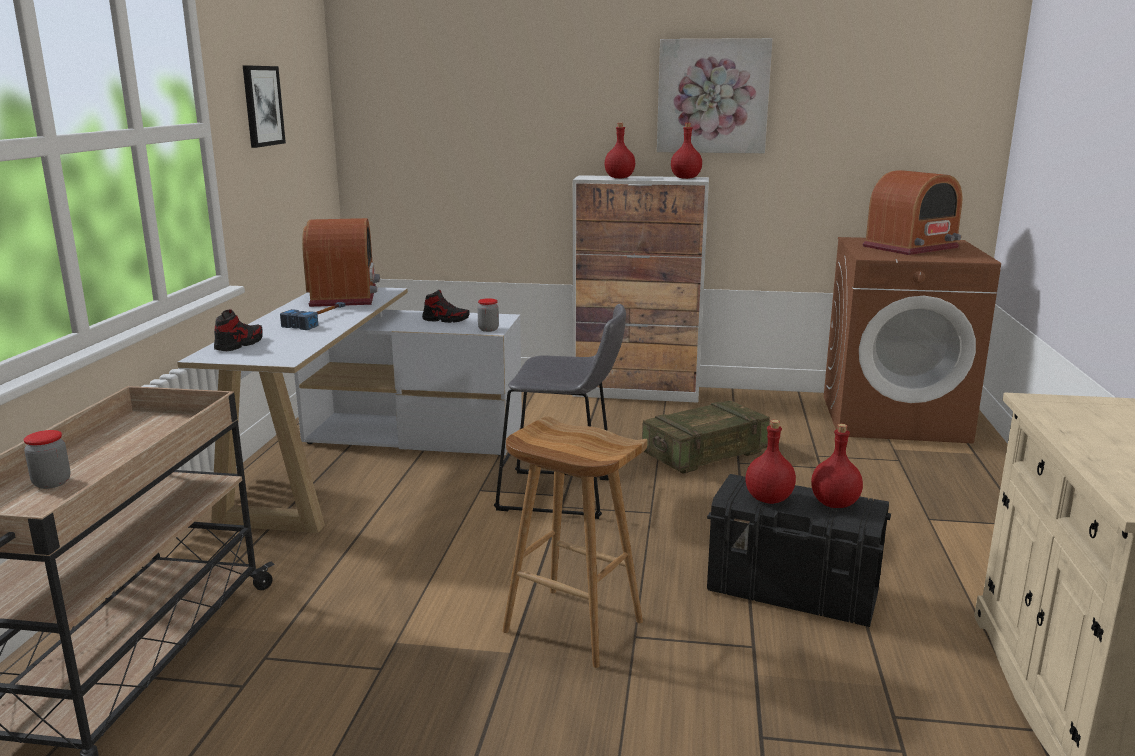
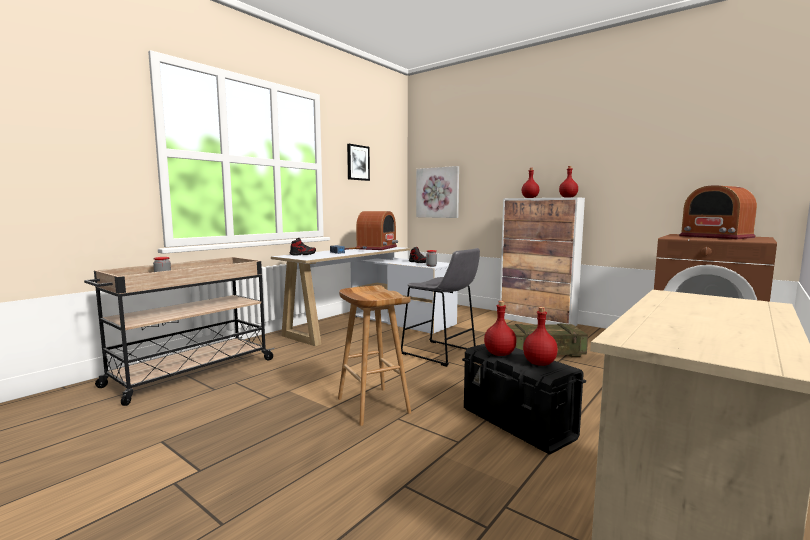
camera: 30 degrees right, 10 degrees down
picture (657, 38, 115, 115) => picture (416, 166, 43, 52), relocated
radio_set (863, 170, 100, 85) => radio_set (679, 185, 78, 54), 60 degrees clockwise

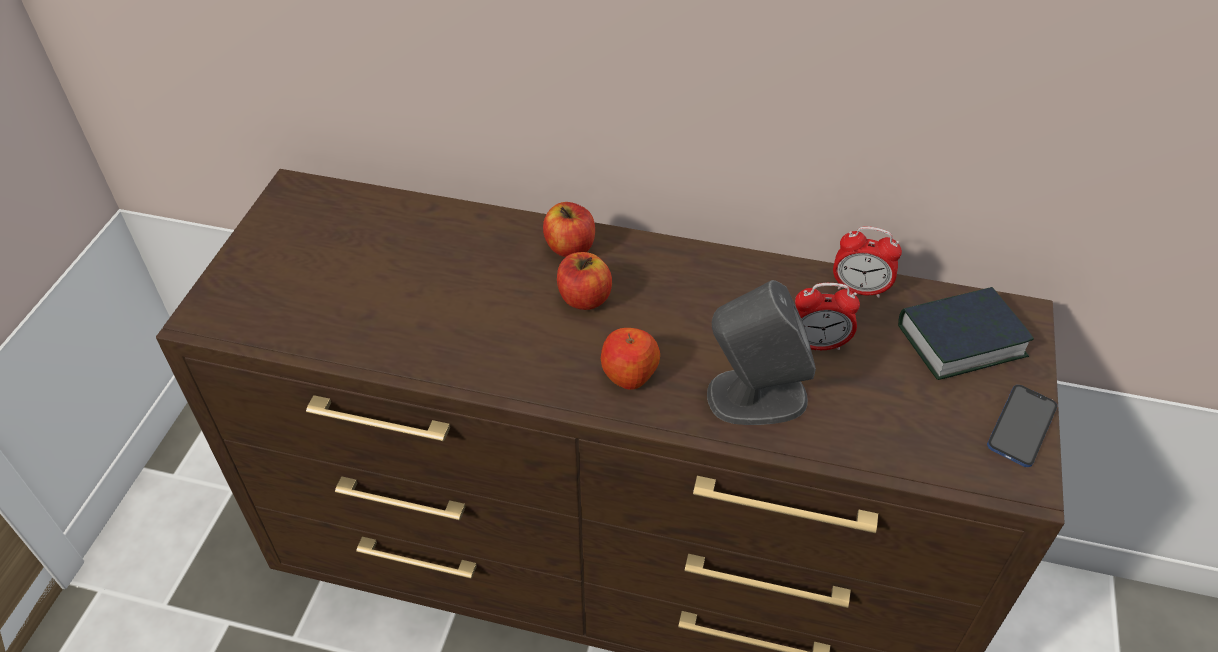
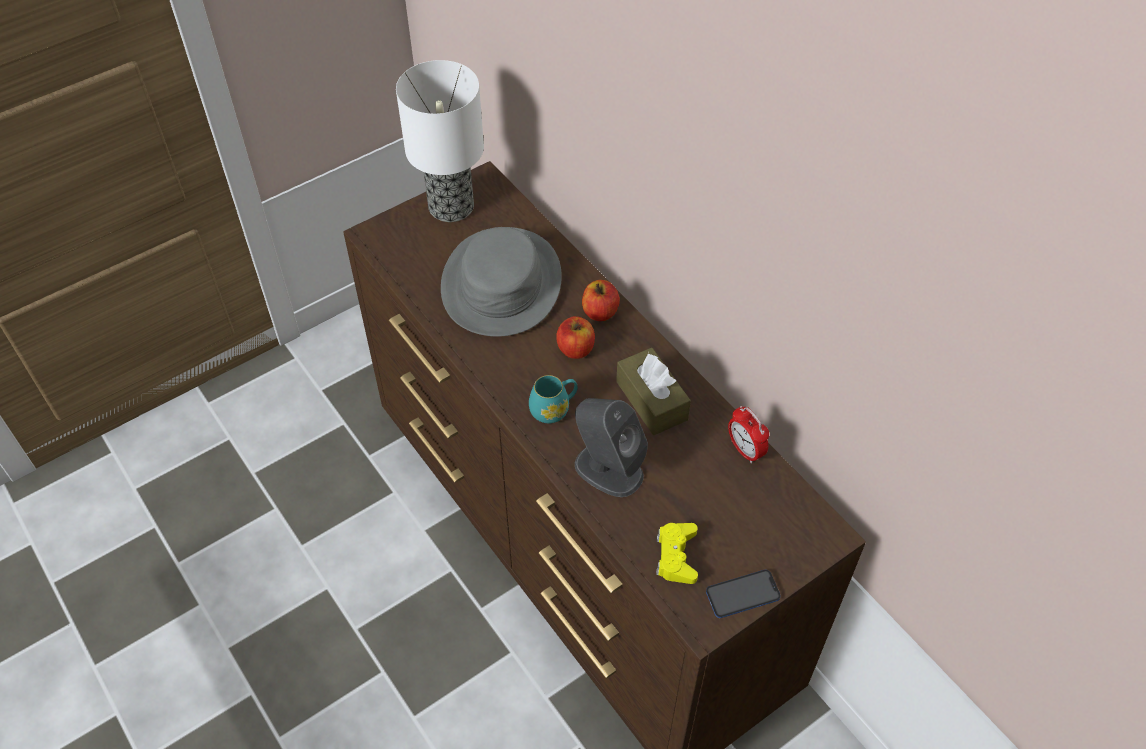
camera: 40 degrees right, 5 degrees up
whole_apple (601, 328, 59, 62) => turquoise_coffee_mug (529, 375, 48, 48)
alarm_clock (795, 283, 65, 67) => nothing
bound_book (898, 287, 136, 93) => nothing
nothing => lamp_for_a_table (396, 60, 88, 162)
nothing => greyish_clothing_hat (441, 227, 121, 110)
nothing => brown-coloured_tissue_holder (616, 348, 75, 87)
nothing => yellow-coloured_joypad (656, 523, 42, 61)

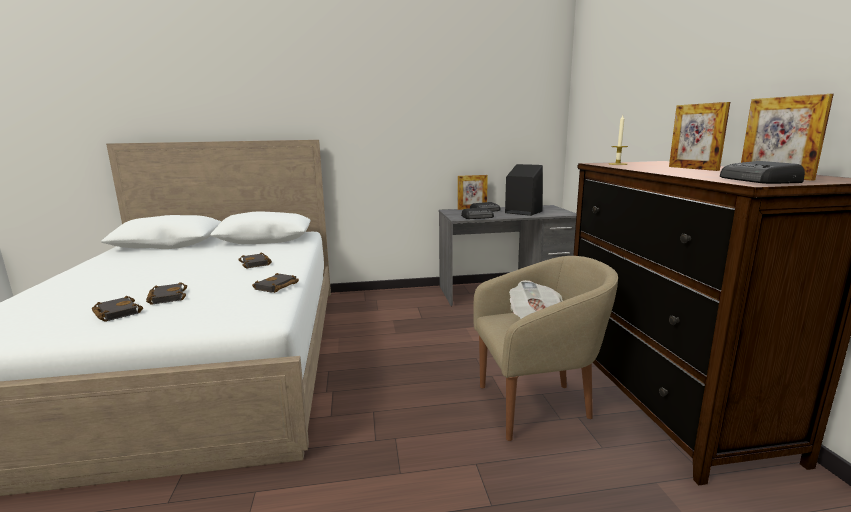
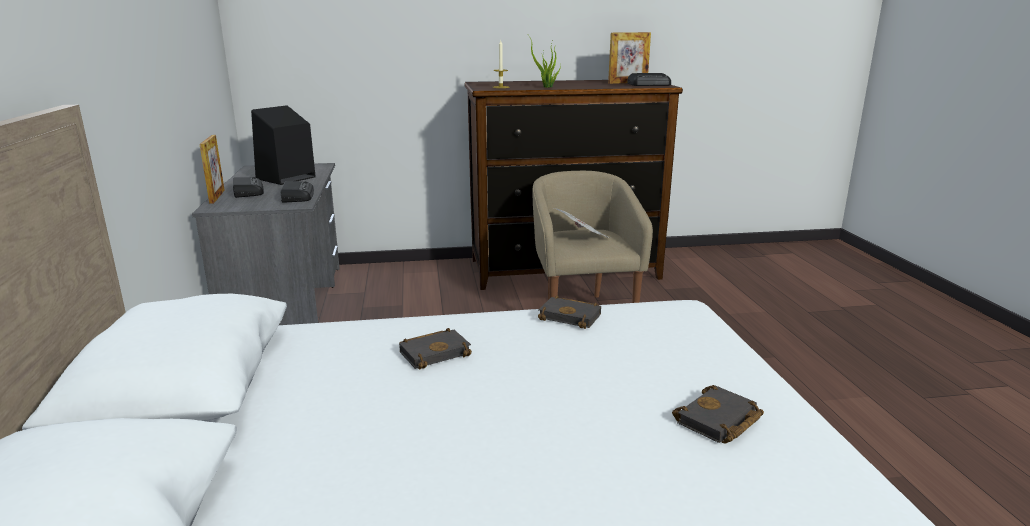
camera: 90 degrees left, 5 degrees up
black_bound_book (146, 282, 41, 23) => nothing
standing_frame (669, 102, 61, 69) => nothing
nothing => potted_plant (529, 36, 32, 52)

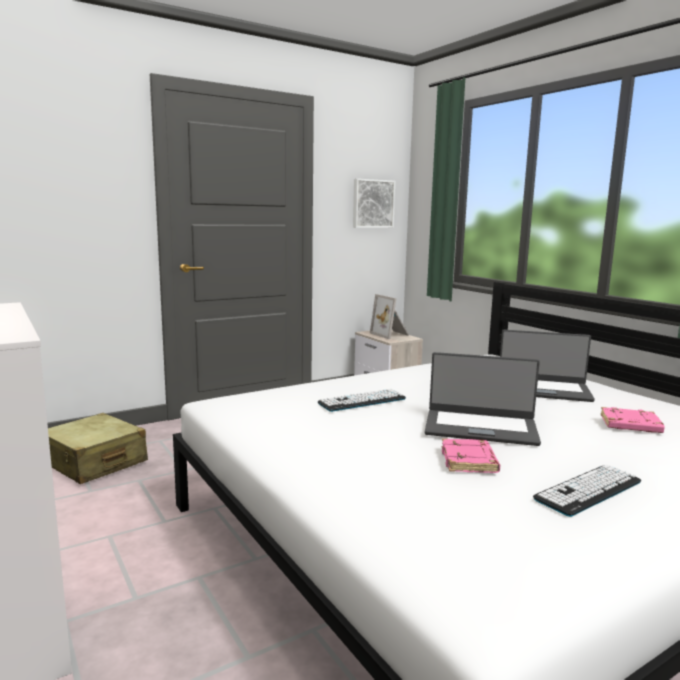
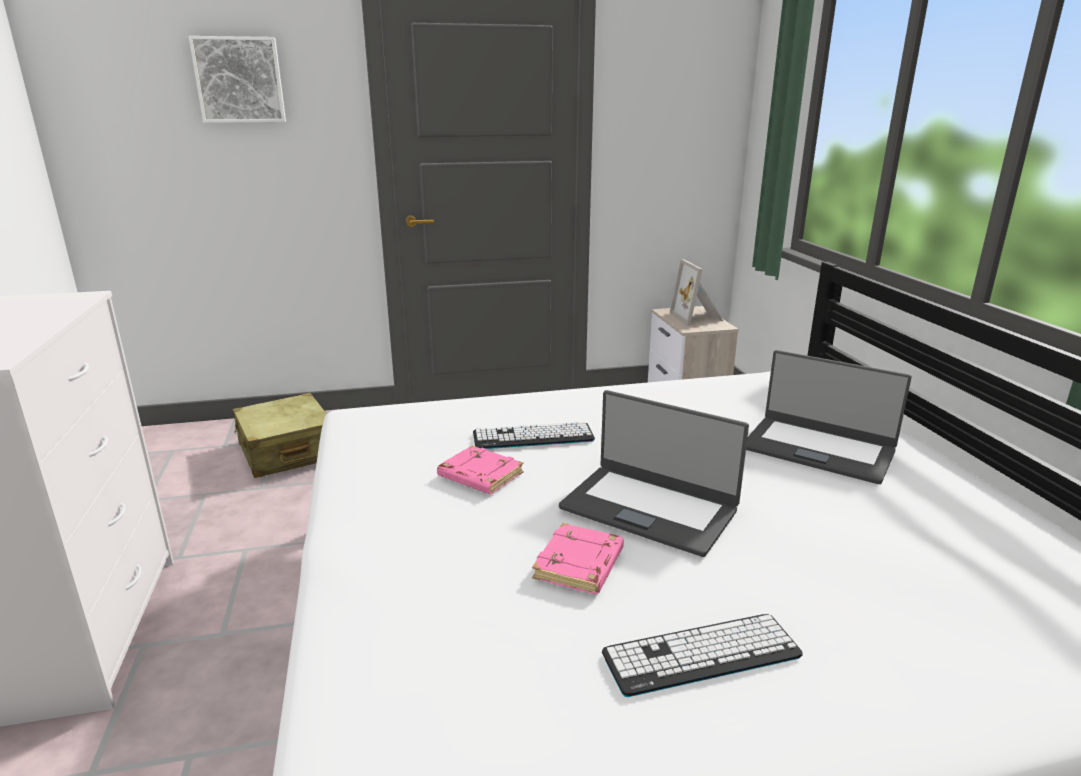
camera: 20 degrees right, 10 degrees up
picture (353, 179, 42, 49) => picture (189, 36, 97, 87), relocated
pink_bound_book (600, 407, 65, 26) => pink_bound_book (437, 446, 87, 48), relocated

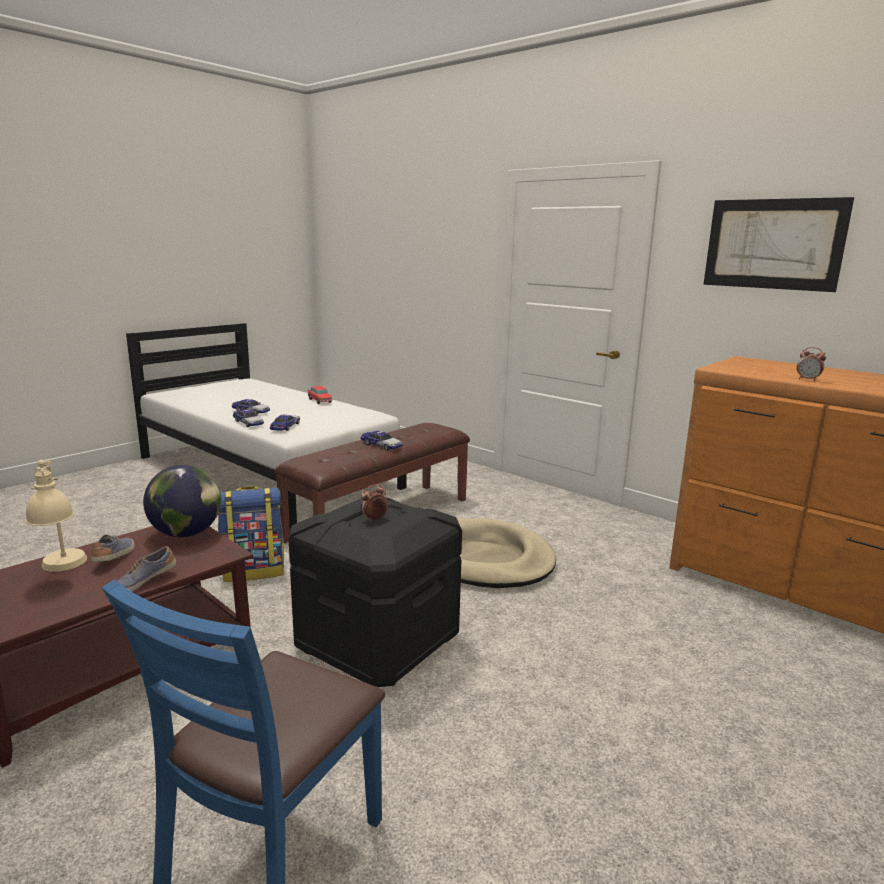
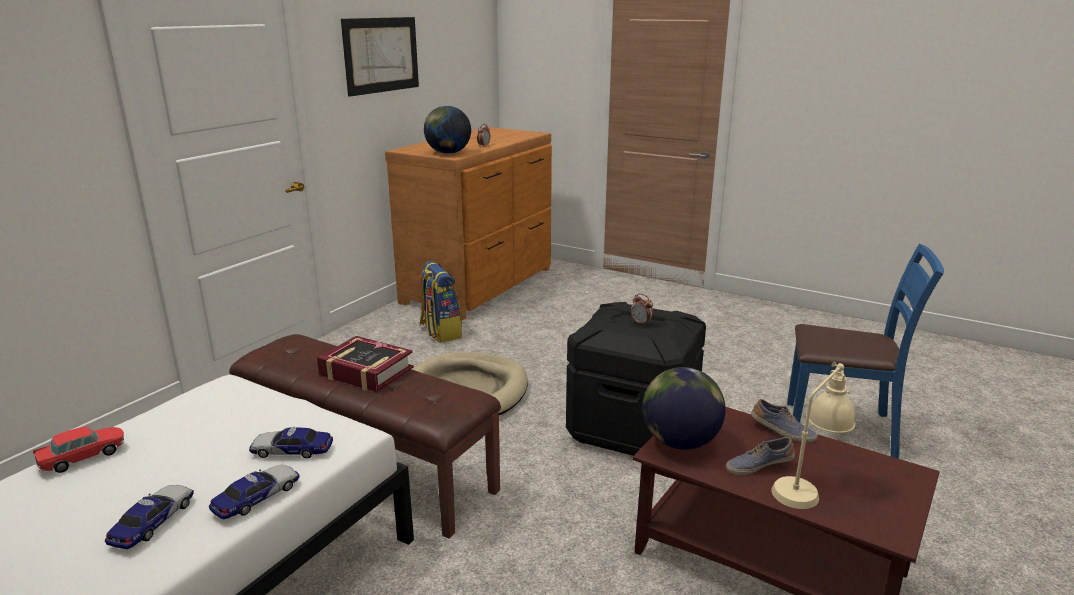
camera: 100 degrees left, 5 degrees up
backpack (218, 486, 66, 96) => backpack (419, 261, 43, 82), relocated
miniature_car (360, 431, 43, 19) => bound_book (317, 336, 97, 56)
nothing => world_globe (424, 106, 47, 48)

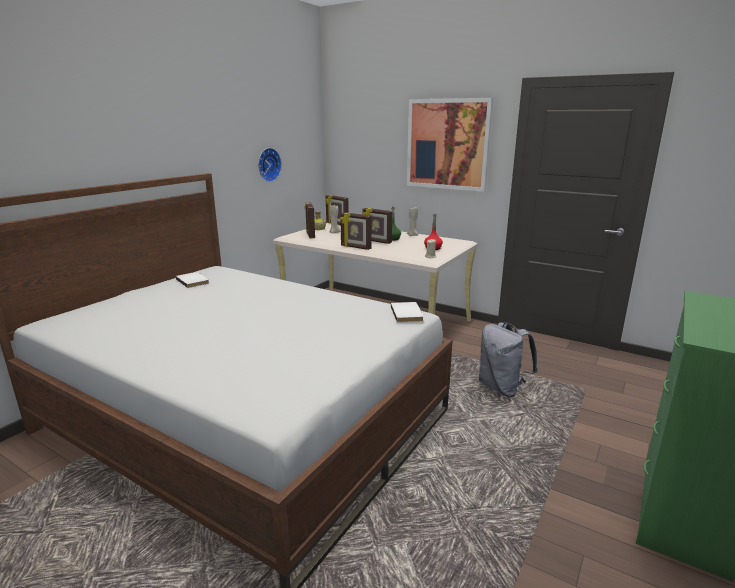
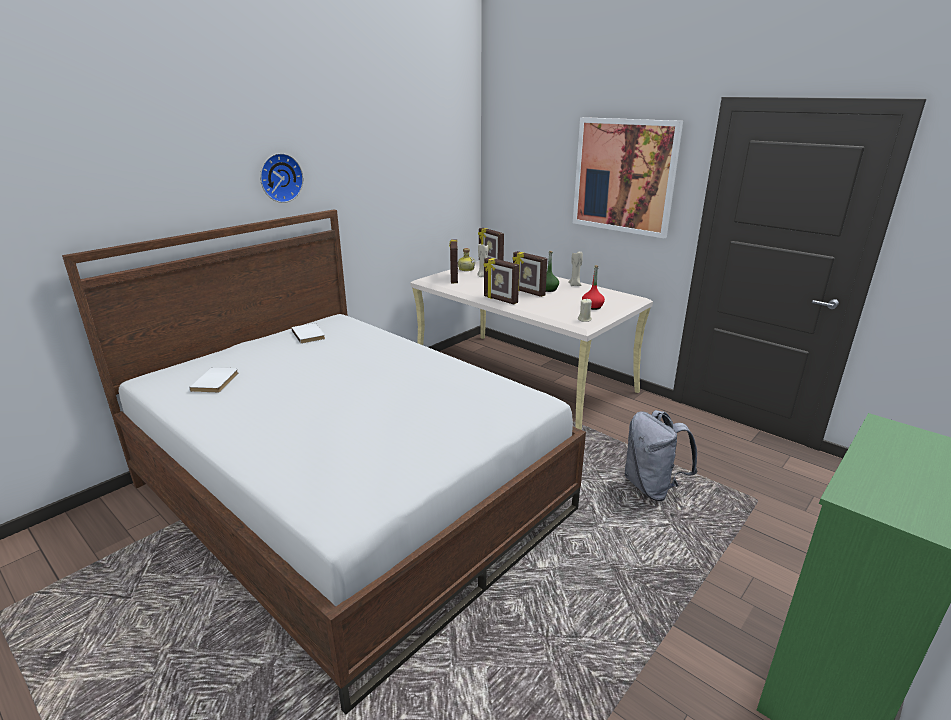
camera: 10 degrees right, 5 degrees up
hanging_clock (258, 148, 24, 34) => hanging_clock (260, 153, 43, 50), relocated
white_bound_book (391, 302, 33, 20) => white_bound_book (189, 367, 50, 26), relocated

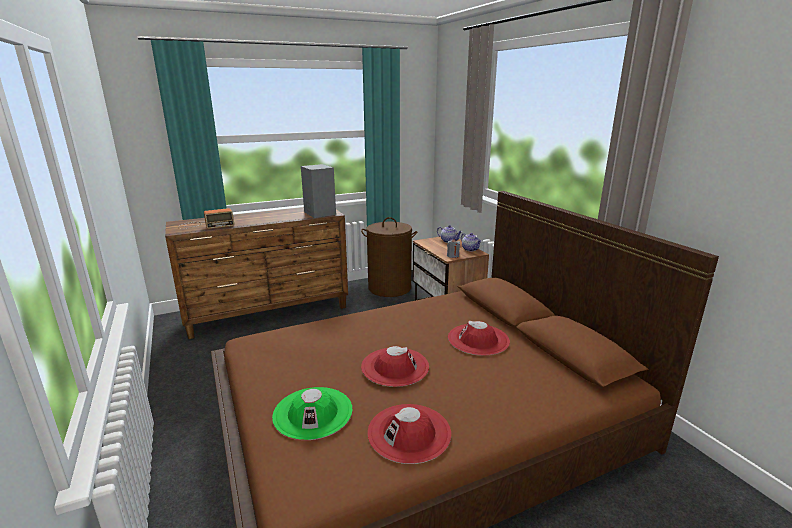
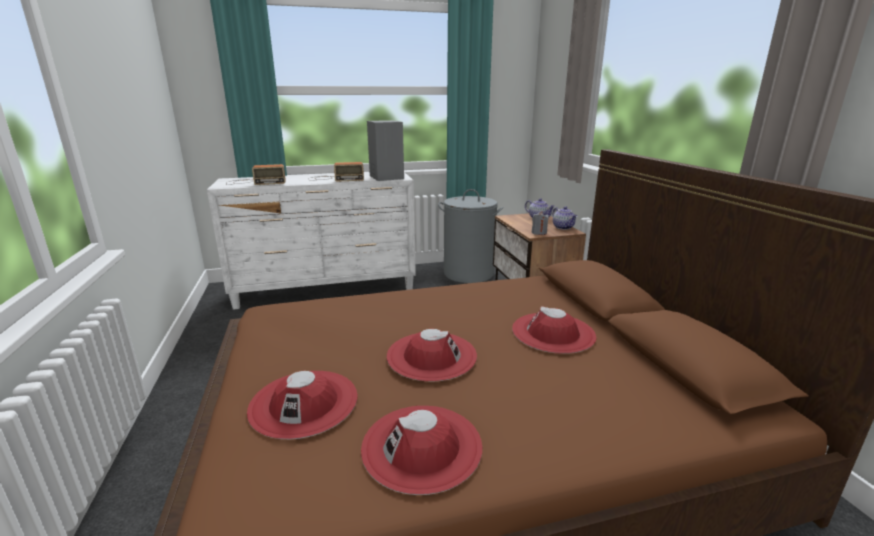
camera: 10 degrees right, 0 degrees up
brown-coloured_drawer_chest (165, 207, 183, 132) => white_drawer_chest (207, 172, 209, 138)
green_clothing_hat (272, 387, 81, 53) => reddish_clothing_hat (247, 371, 111, 68)
brown-coloured_washing_basket (361, 217, 56, 80) => greyish_washing_basket (438, 189, 65, 94)
nothing => radio_set (308, 162, 56, 20)

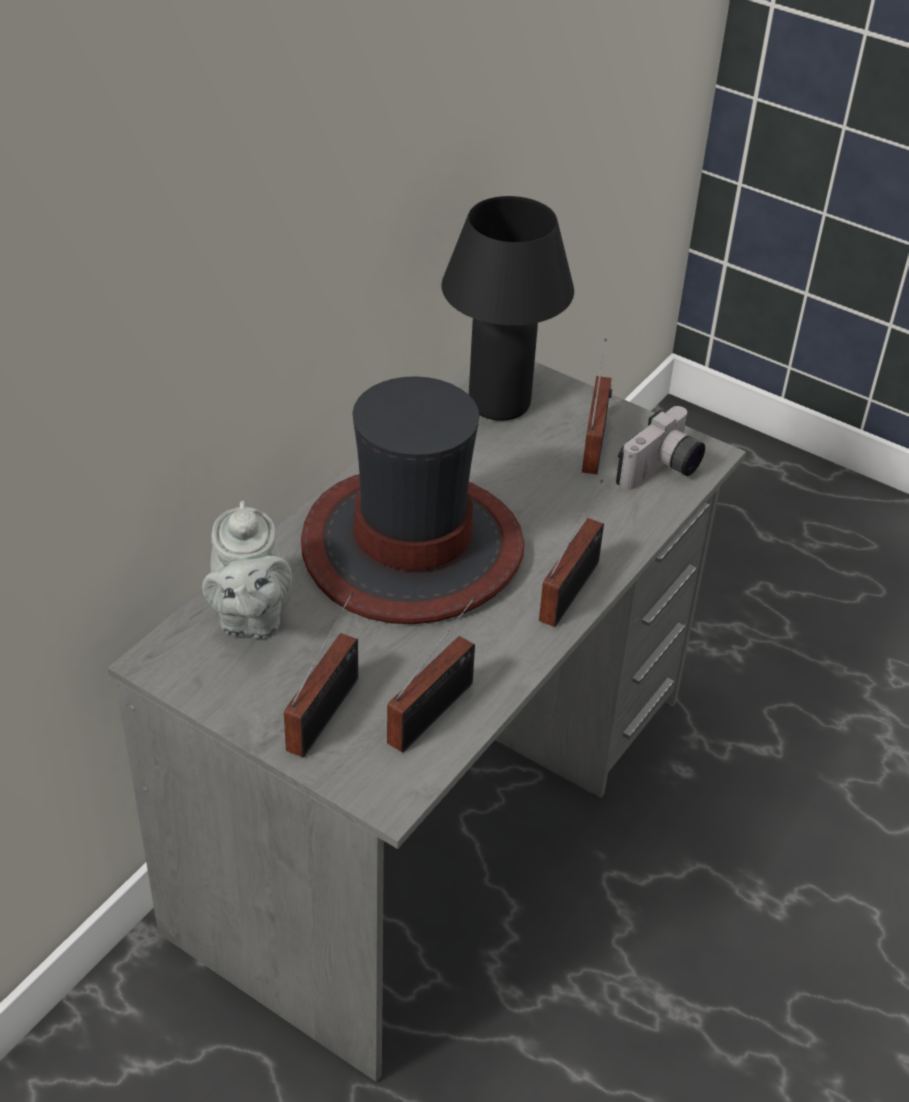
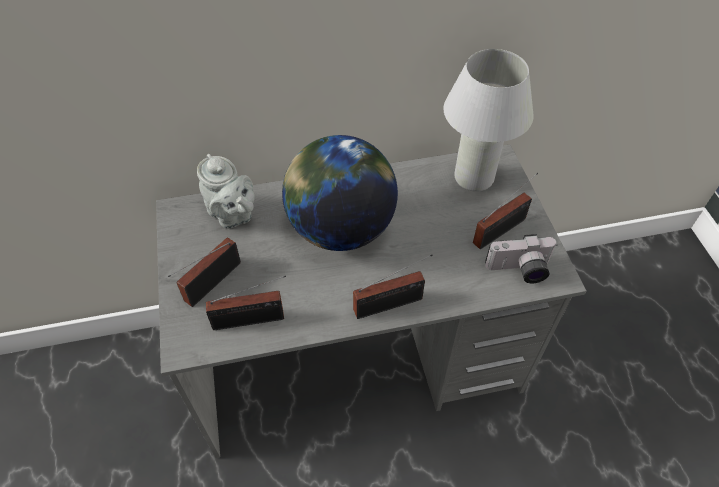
camera: 45 degrees right, 10 degrees up
greyish_tea_pot (202, 501, 90, 138) => greyish_tea_pot (197, 154, 57, 75), 75 degrees counterclockwise
radio_set (284, 592, 74, 165) => radio_set (168, 238, 73, 69), 150 degrees clockwise
clothing_hat (301, 376, 223, 248) => world_globe (282, 135, 116, 116)
black_lamp_for_a_table (441, 196, 133, 225) => white_lamp_for_a_table (444, 49, 90, 143)

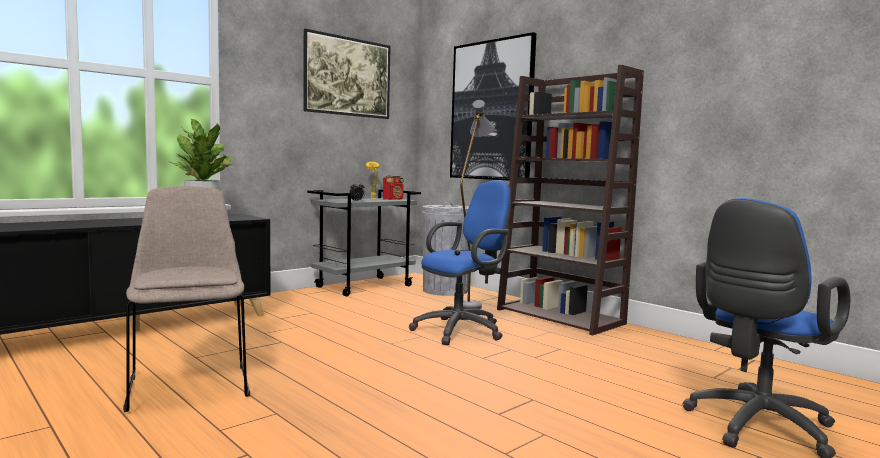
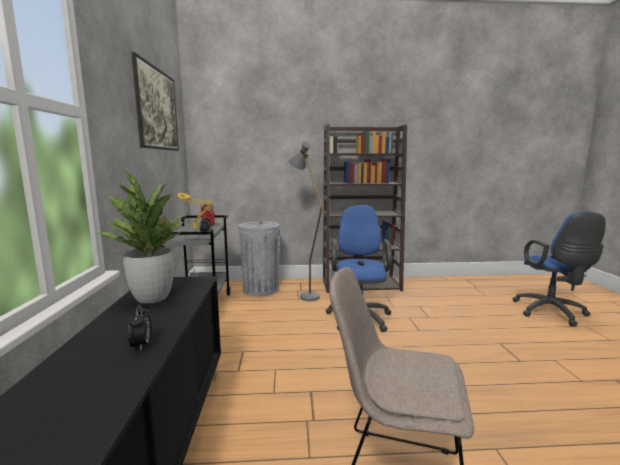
camera: 50 degrees left, 5 degrees up
picture (450, 32, 86, 149) => nothing
nothing => alarm_clock (128, 305, 23, 45)

